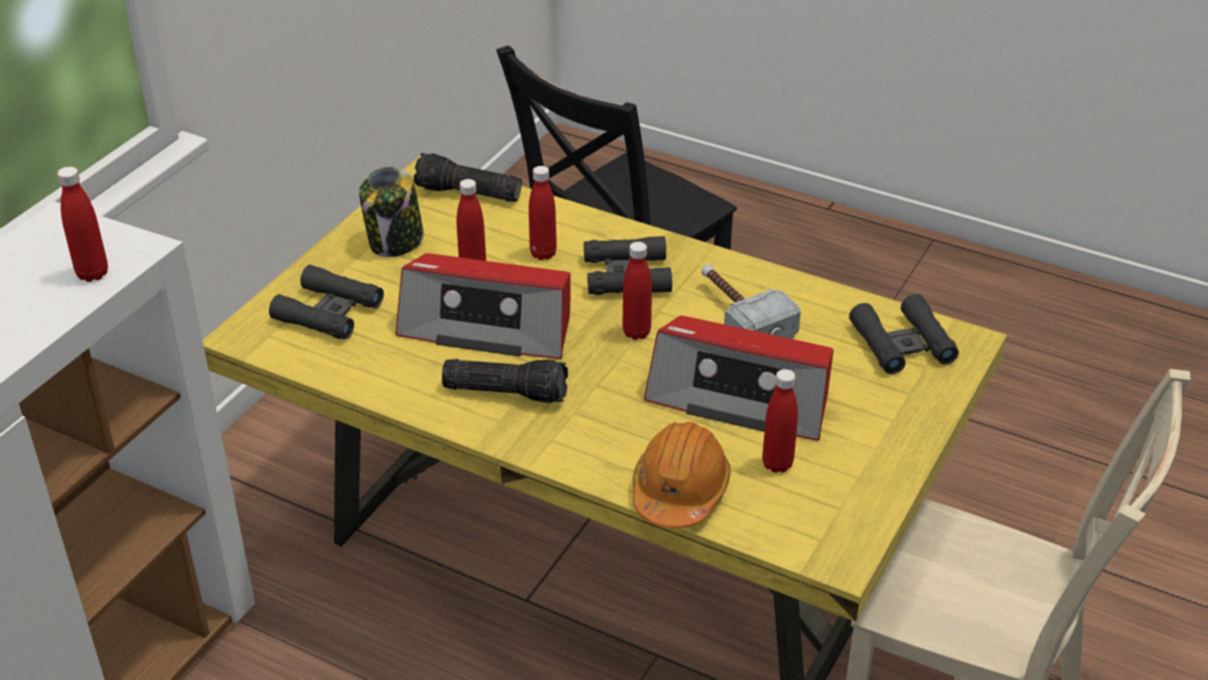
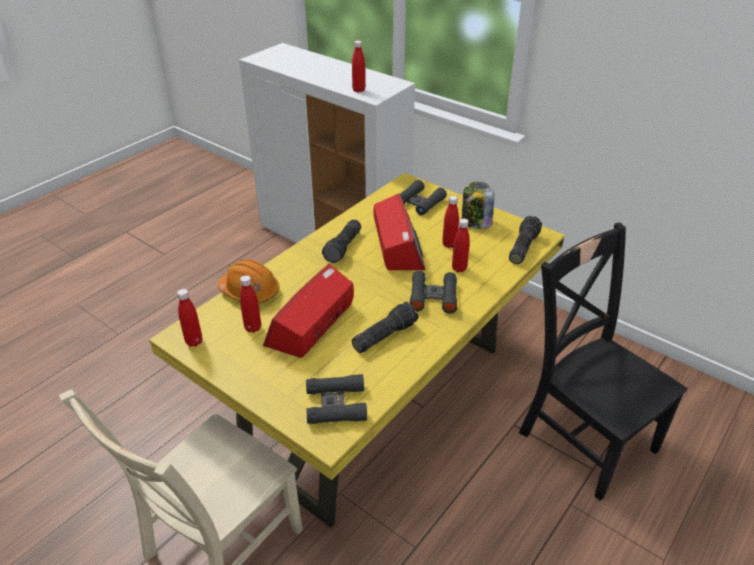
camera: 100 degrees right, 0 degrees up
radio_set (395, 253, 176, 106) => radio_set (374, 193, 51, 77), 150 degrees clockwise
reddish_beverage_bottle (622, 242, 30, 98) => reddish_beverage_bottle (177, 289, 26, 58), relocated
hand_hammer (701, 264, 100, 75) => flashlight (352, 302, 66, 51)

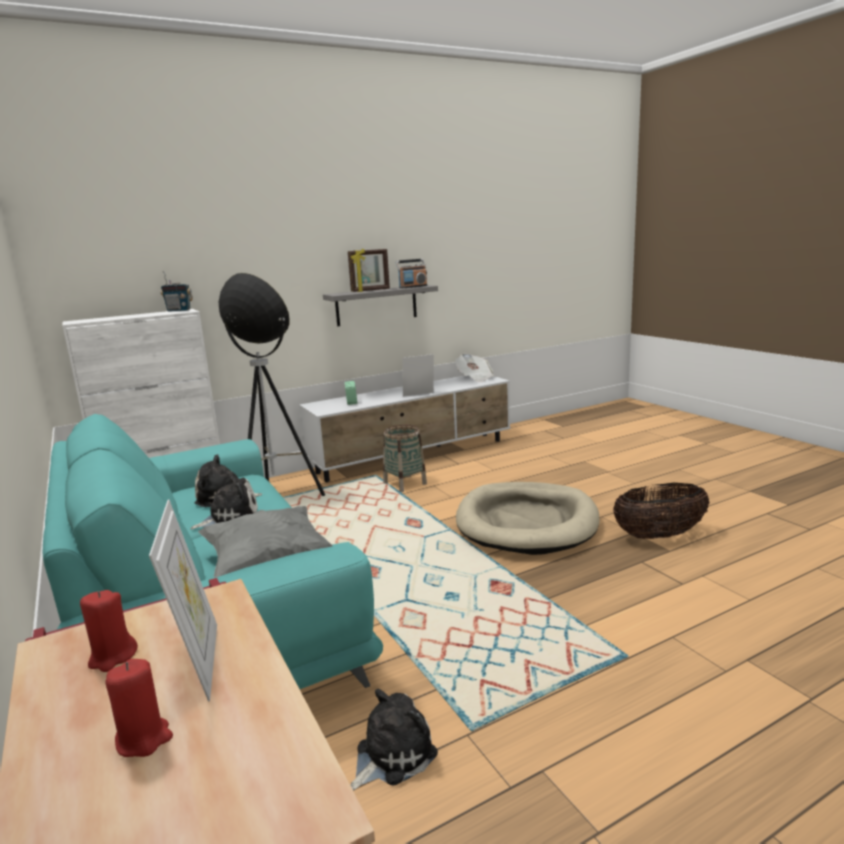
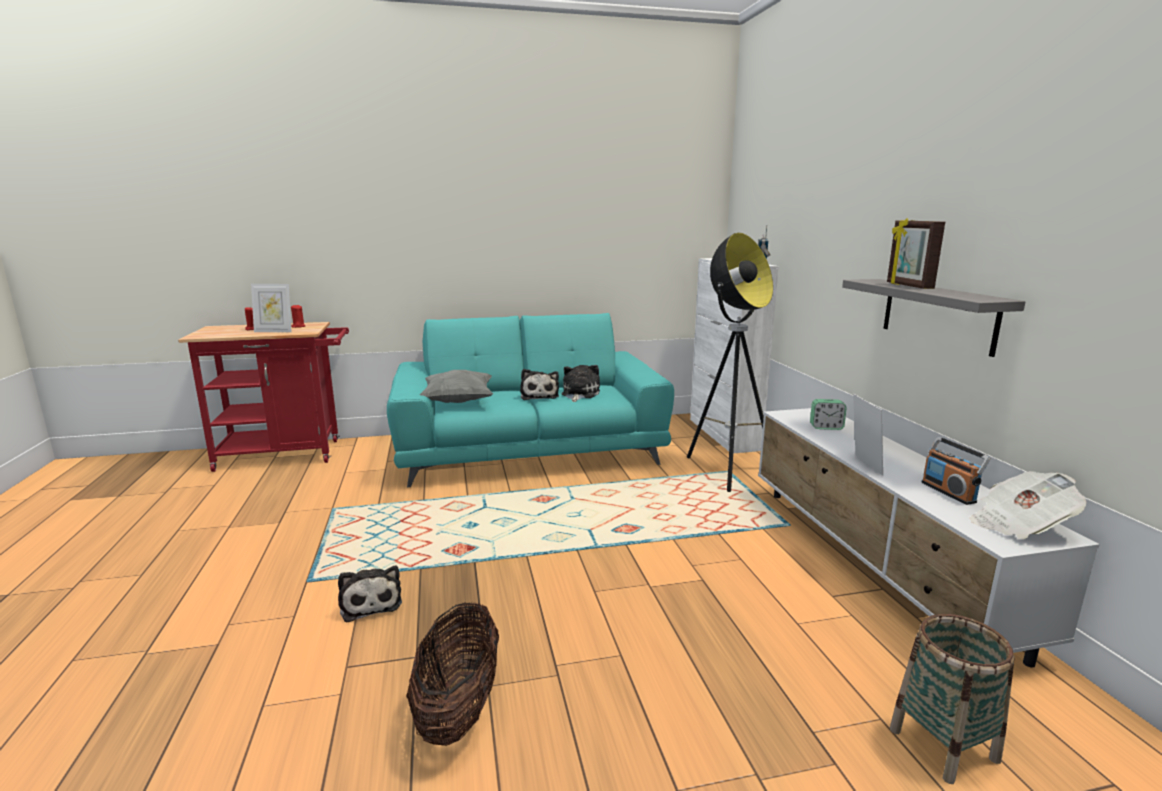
camera: 105 degrees right, 0 degrees up
cuddly_toy (350, 689, 88, 102) => cuddly_toy (338, 565, 64, 58), relocated
basket (383, 425, 44, 67) => basket (889, 614, 126, 170), relocated
radio_set (396, 259, 31, 29) => radio_set (921, 437, 70, 68), relocated
beige-coloured_pet_bed (456, 482, 143, 73) => nothing

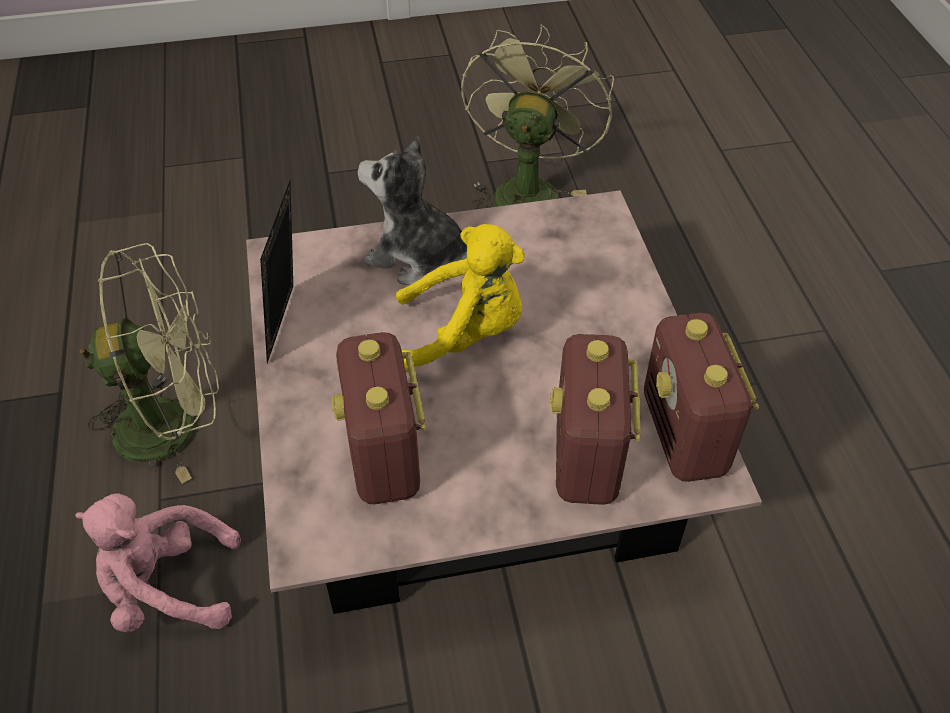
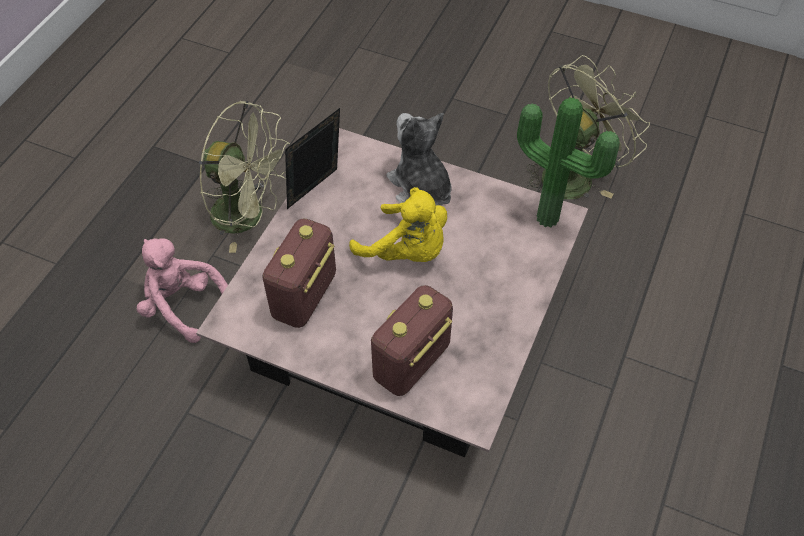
camera: 35 degrees right, 5 degrees up
radio_set (644, 313, 115, 169) => nothing
nothing => potted_plant (517, 97, 103, 130)

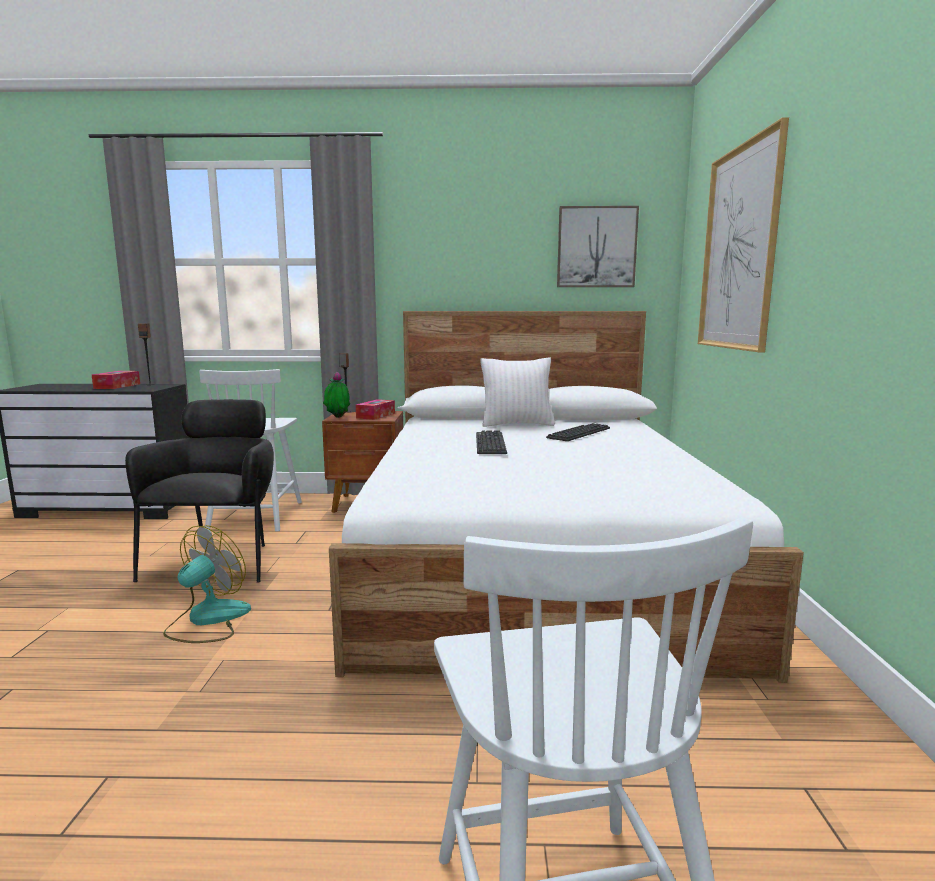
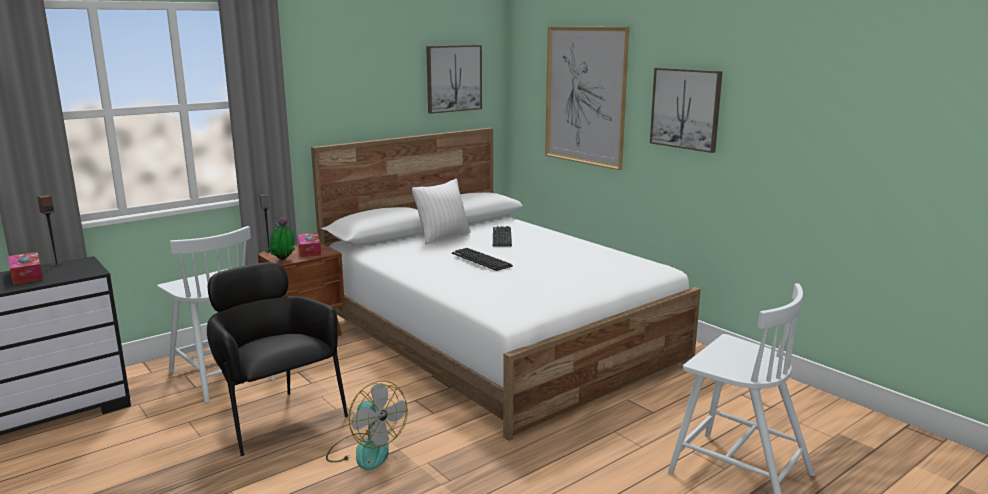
camera: 40 degrees left, 5 degrees up
fan (163, 525, 88, 118) => fan (326, 381, 82, 89), 150 degrees clockwise
nothing => picture (650, 68, 73, 85)

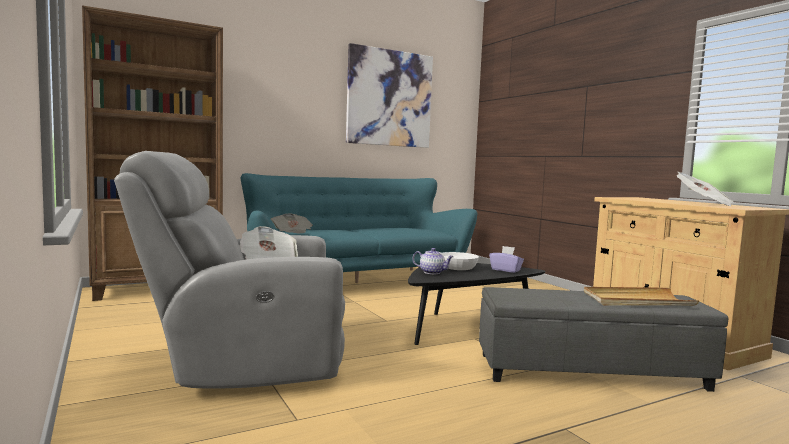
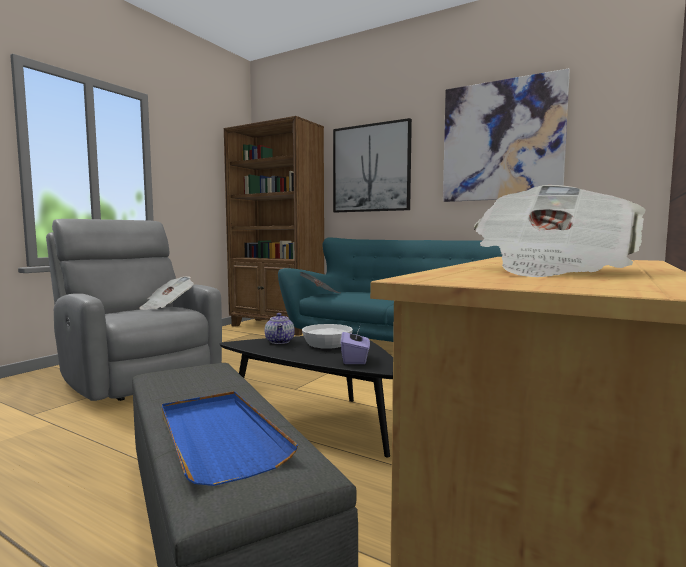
camera: 60 degrees right, 0 degrees up
beige-coloured_tray (584, 287, 115, 19) => blue_tray (162, 391, 136, 95)
nothing => picture (333, 118, 79, 94)

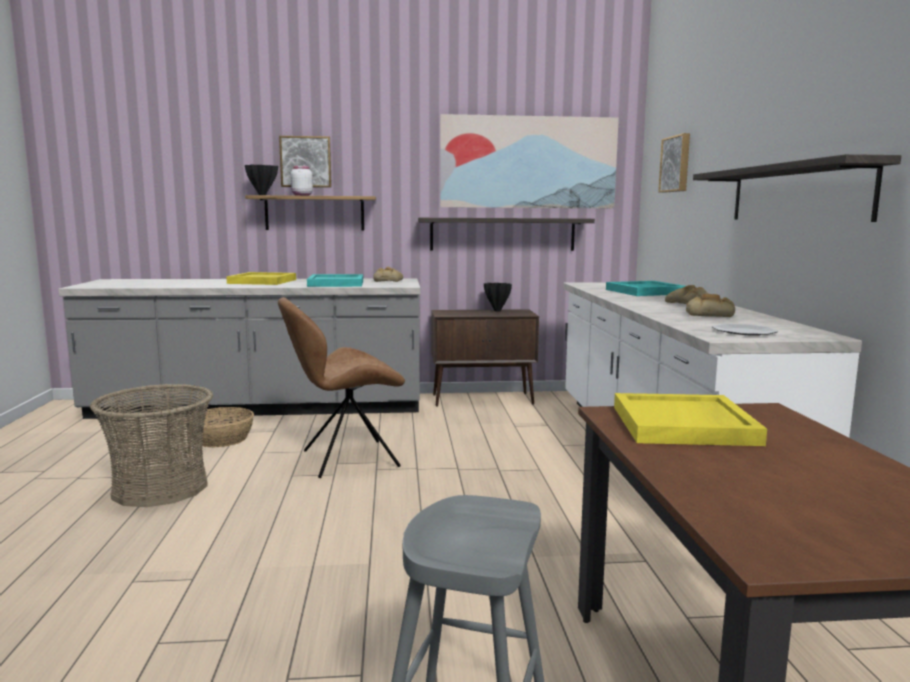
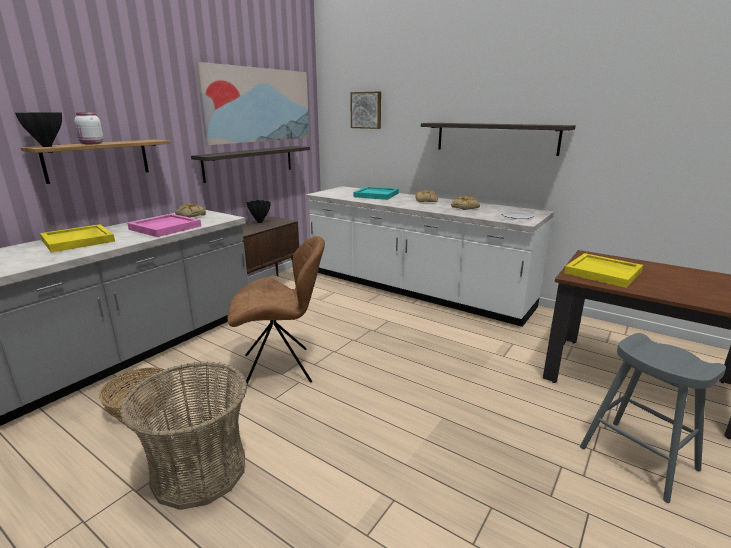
camera: 50 degrees left, 10 degrees up
brown-coloured_chair (278, 297, 127, 181) => brown-coloured_chair (227, 236, 98, 148), 120 degrees counterclockwise
picture (279, 136, 53, 52) => nothing
turquoise_tray (307, 274, 56, 13) => pink_tray (127, 214, 74, 23)

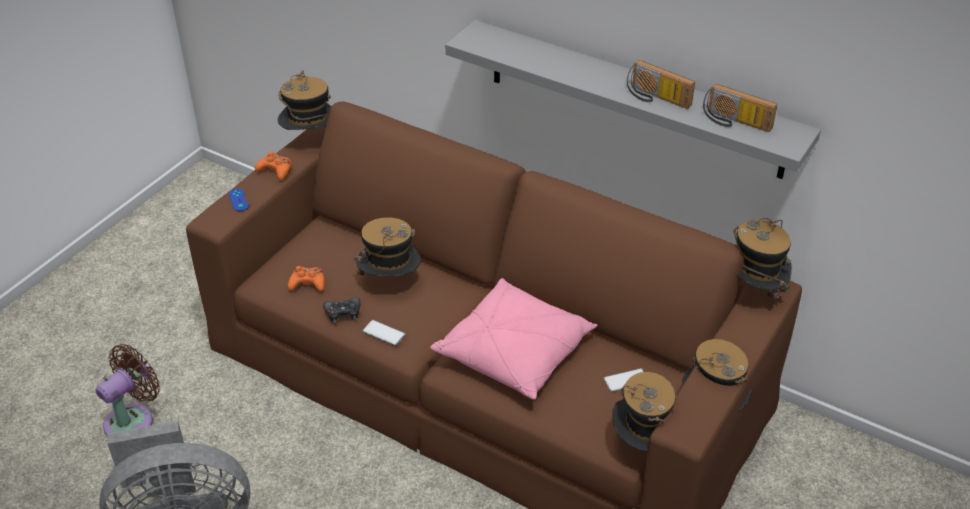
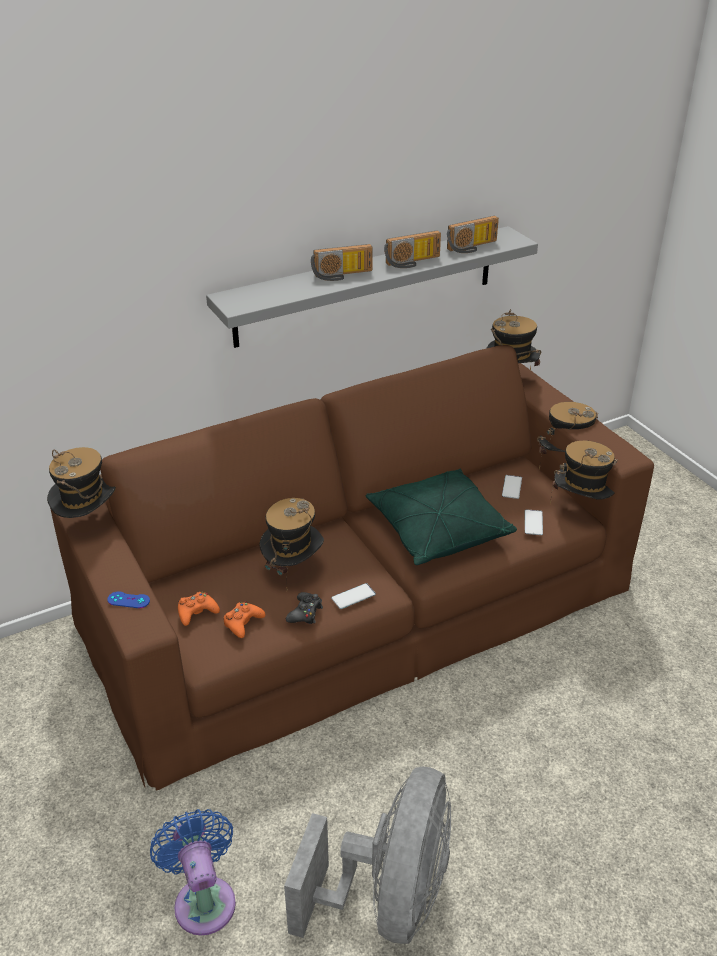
camera: 60 degrees left, 5 degrees down
brown-coloured_fan (95, 344, 65, 92) => blue_fan (150, 809, 86, 127)
orange-coloured_joypad (255, 151, 37, 29) => orange-coloured_joypad (178, 592, 42, 34), relocated
pink_cushion (430, 278, 168, 122) => green_cushion (366, 469, 151, 96)
nothing => radio_set (311, 244, 62, 37)
nothing => telephone (525, 509, 18, 26)

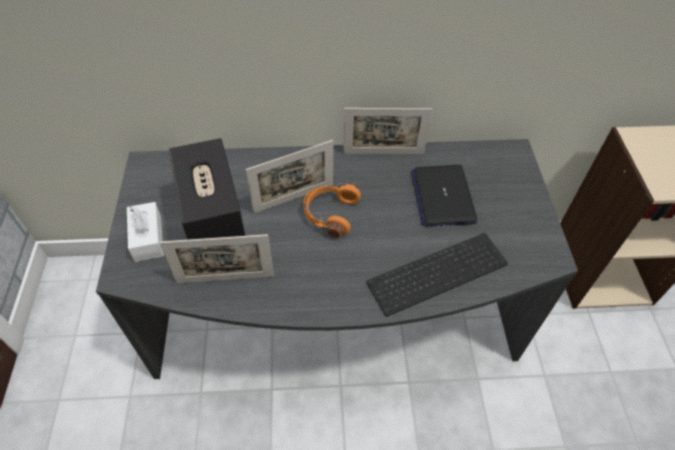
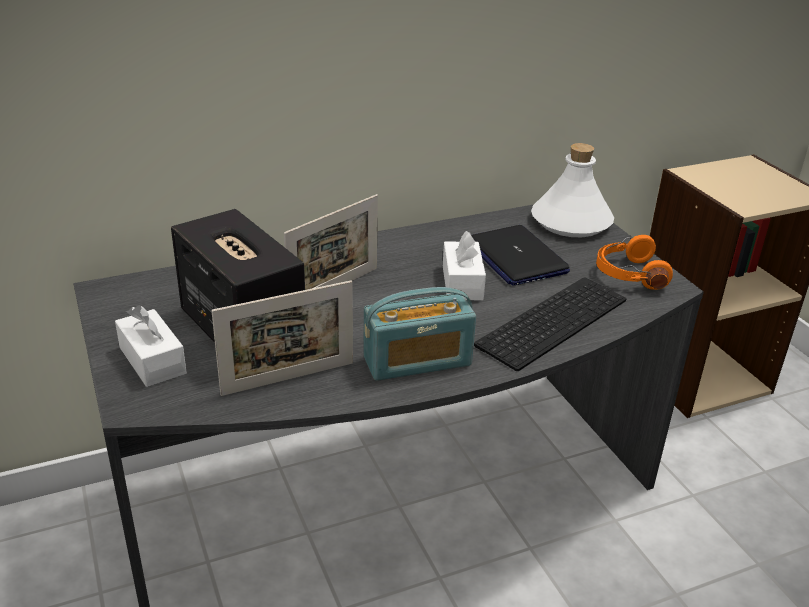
camera: 20 degrees left, 20 degrees down
orange-coloured_pair_of_headphones (304, 183, 57, 55) => orange-coloured_pair_of_headphones (596, 235, 77, 55), relocated
standing_frame (343, 108, 90, 46) => nothing
nothing => radio_set (363, 287, 113, 94)
nothing => white_tissue_holder (443, 231, 43, 69)
nothing => white_beverage_bottle (531, 143, 83, 94)

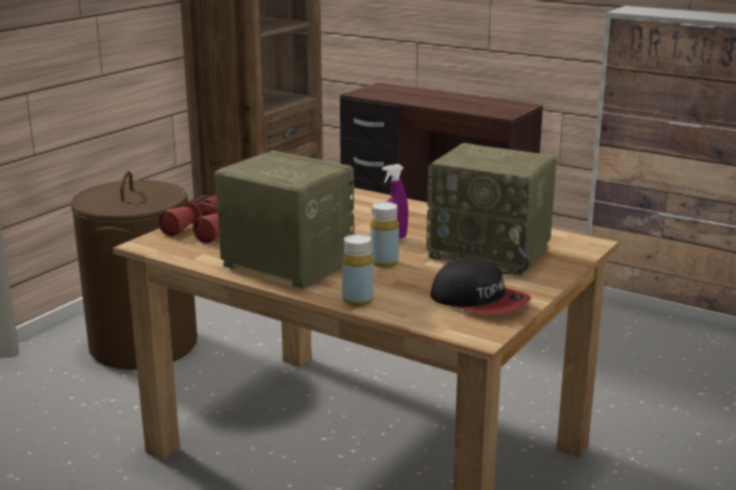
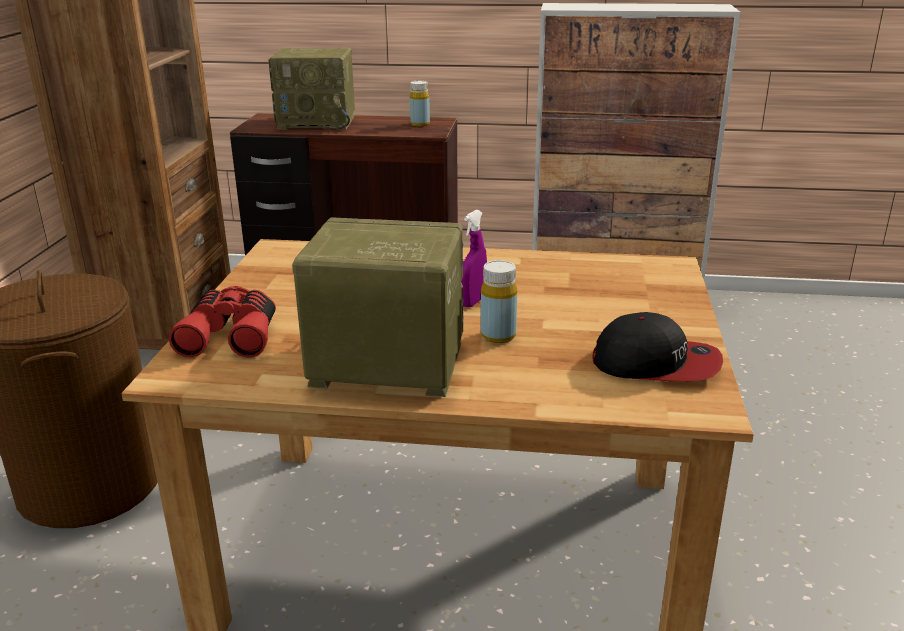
camera: 25 degrees left, 5 degrees up
yellow-coloured_beverage_bottle (342, 234, 31, 72) => yellow-coloured_beverage_bottle (409, 81, 21, 46), relocated
radio_set (426, 143, 131, 133) => radio_set (268, 48, 87, 82), relocated

